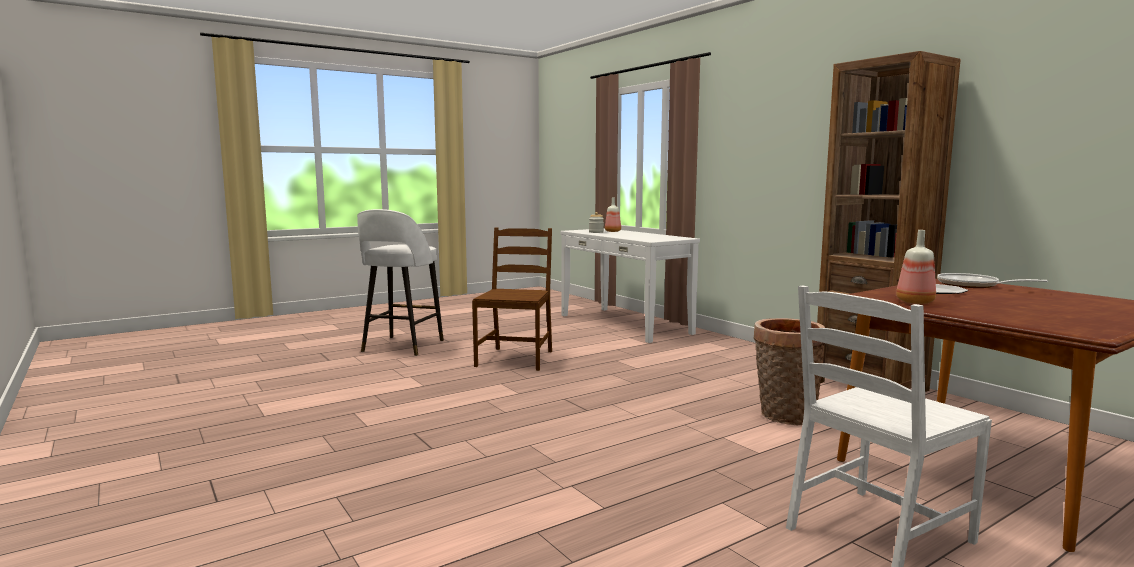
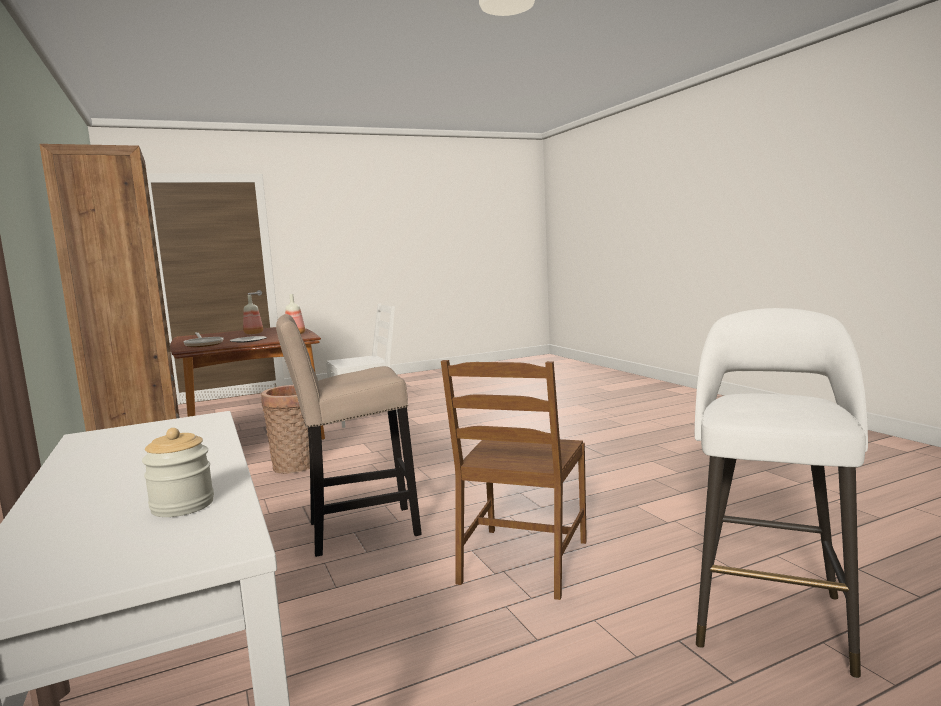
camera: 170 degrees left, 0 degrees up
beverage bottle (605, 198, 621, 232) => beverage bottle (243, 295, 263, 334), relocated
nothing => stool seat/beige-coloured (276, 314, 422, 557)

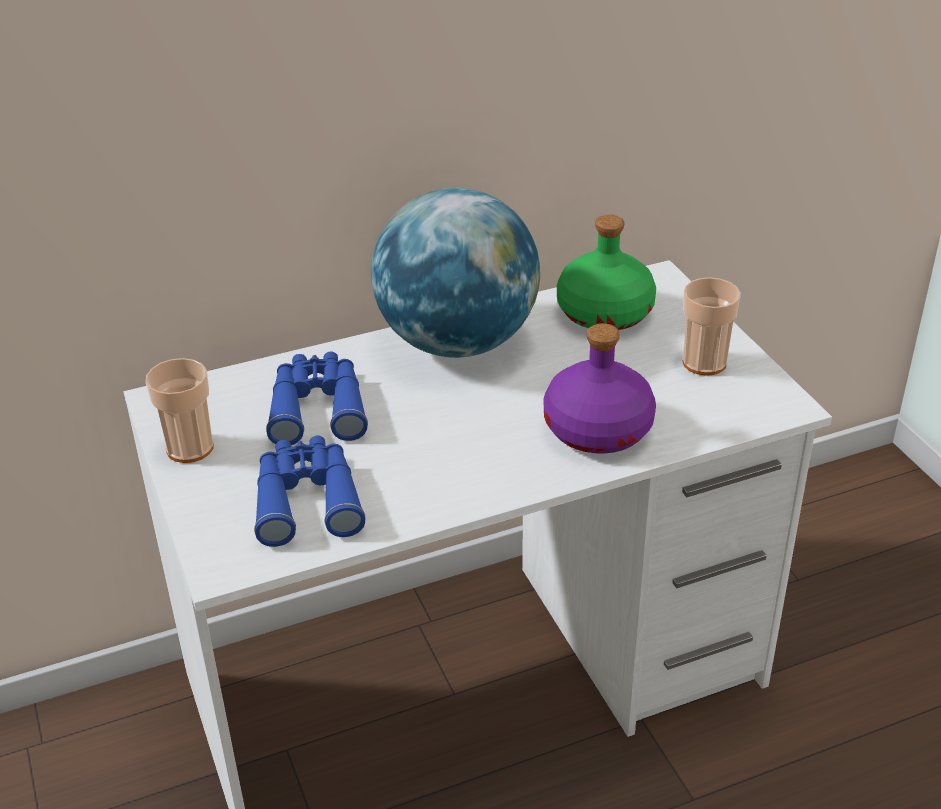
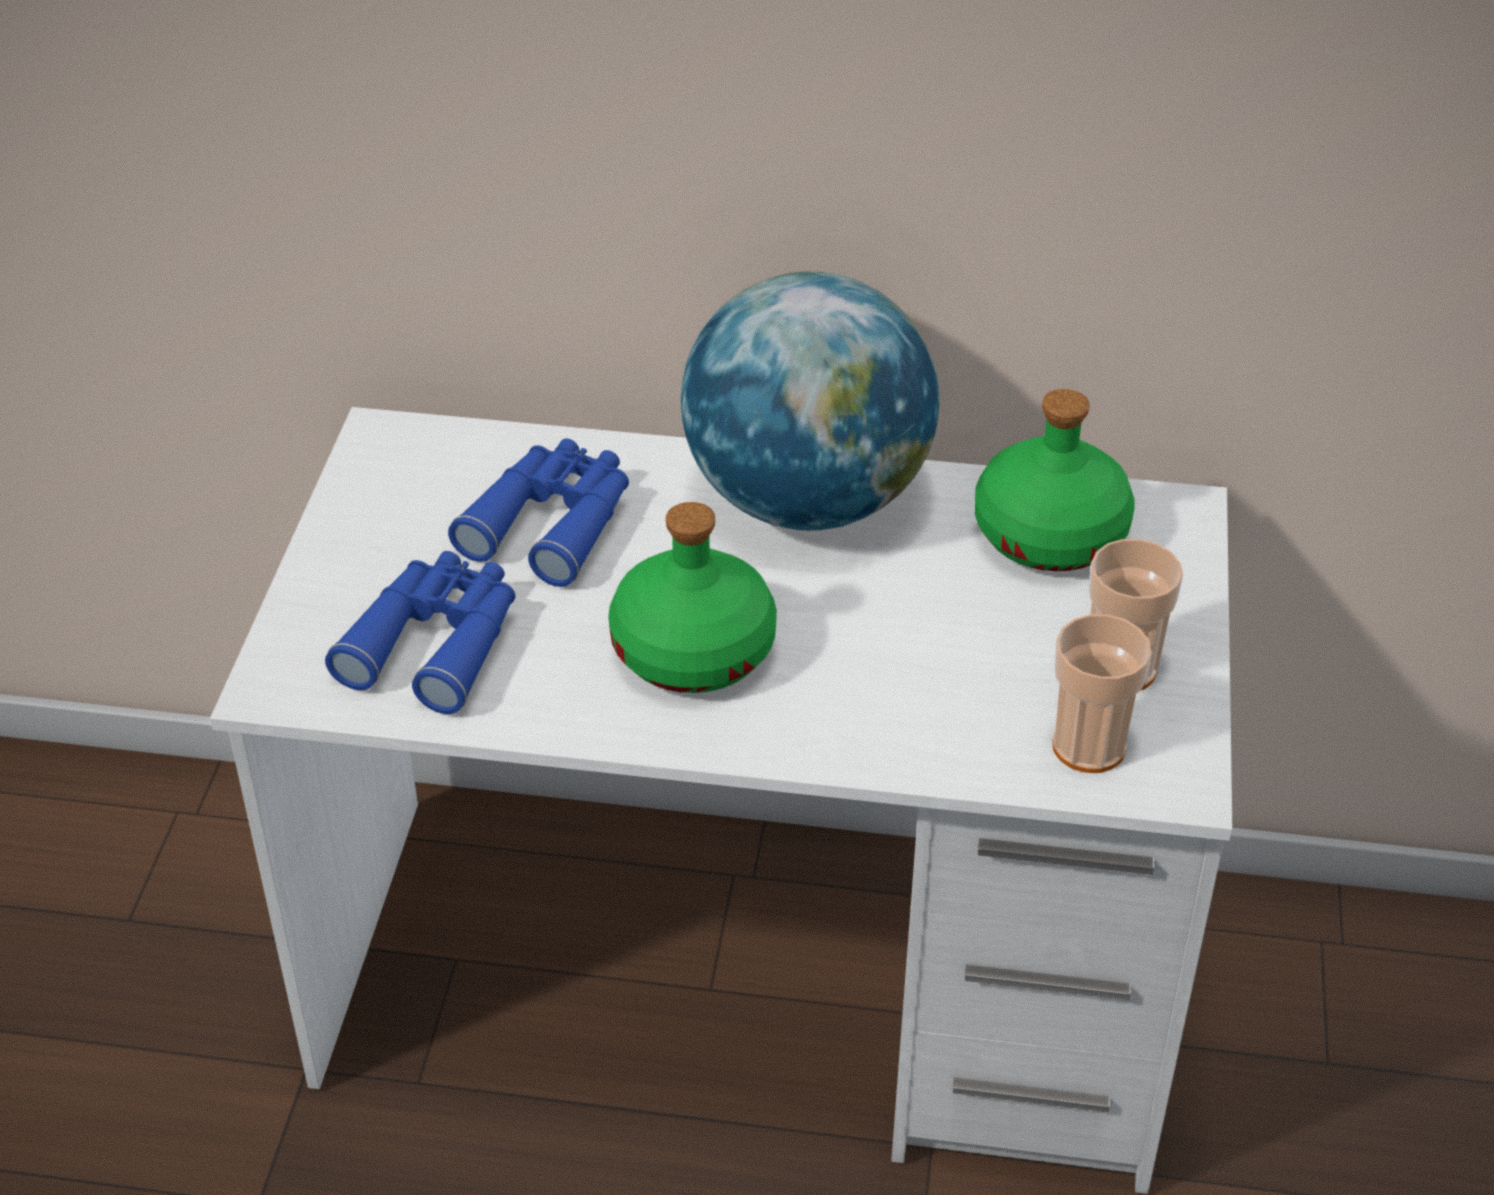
camera: 30 degrees right, 5 degrees up
nothing => beverage bottle/green-coloured (608, 502, 777, 693)
drinking cup (146, 358, 214, 463) => drinking cup (1052, 614, 1152, 773), relocated
beverage bottle/purple-coloured (544, 323, 656, 453) => nothing

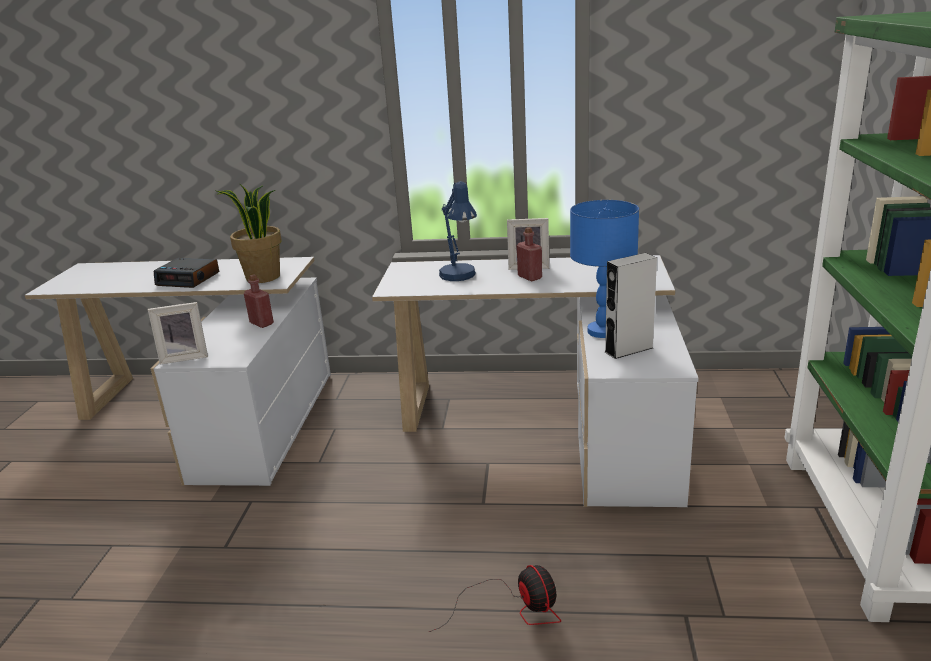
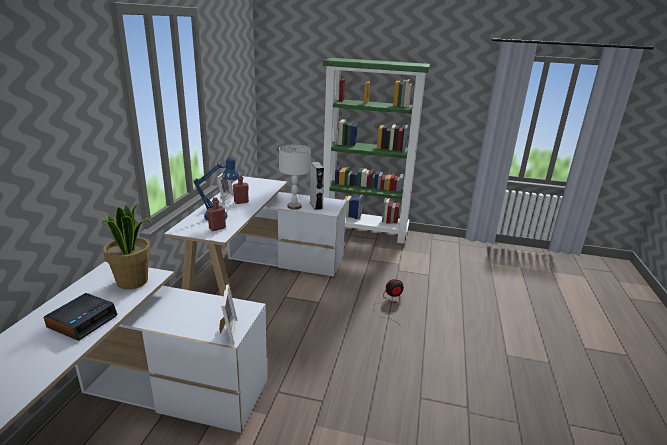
camera: 85 degrees left, 0 degrees up
beverage bottle/red (244, 274, 274, 328) => beverage bottle/red (207, 197, 226, 231), relocated
tabletop lamp/bluish (570, 200, 639, 338) => tabletop lamp/grey (279, 144, 311, 210)

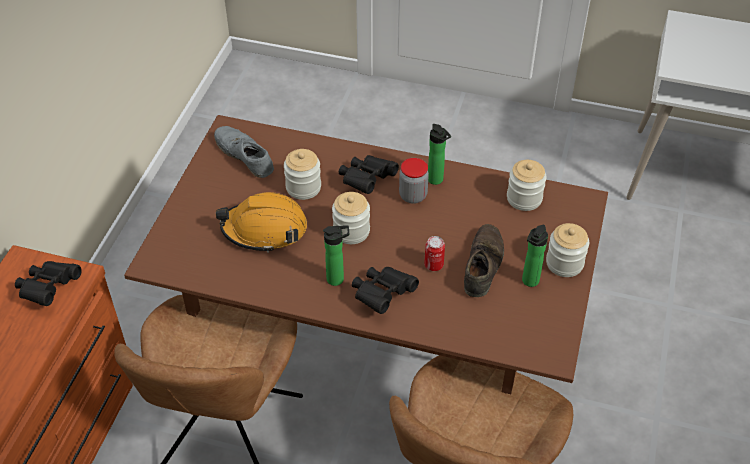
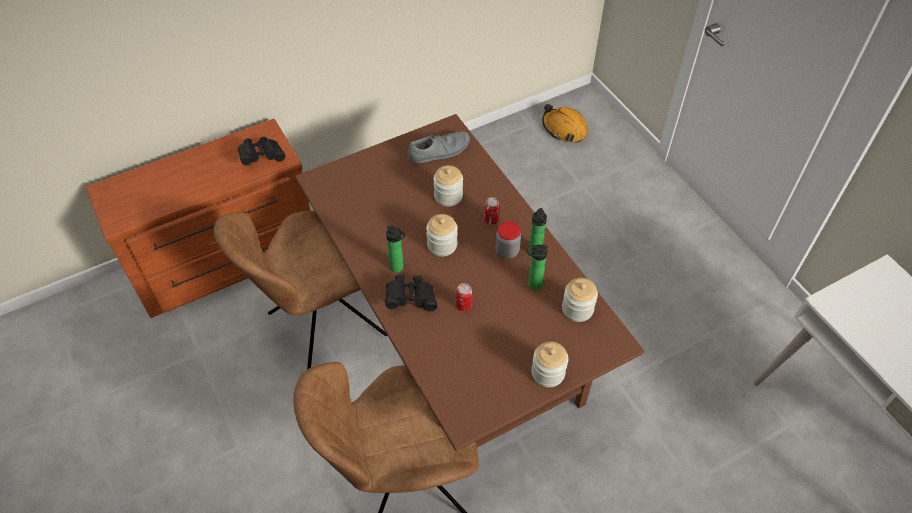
camera: 45 degrees right, 5 degrees up
item of footwear/grey (214, 126, 274, 178) => item of footwear/grey (408, 131, 470, 163), 60 degrees clockwise
field glasses/black-coloured (339, 155, 399, 194) => can (484, 197, 500, 225)
beverage bottle (522, 225, 548, 287) => beverage bottle (526, 244, 548, 290), relocated
hard hat/orangey (216, 192, 307, 253) => hard hat/orangey (542, 104, 588, 143), relocated
item of footwear/brown (464, 224, 504, 297) => nothing

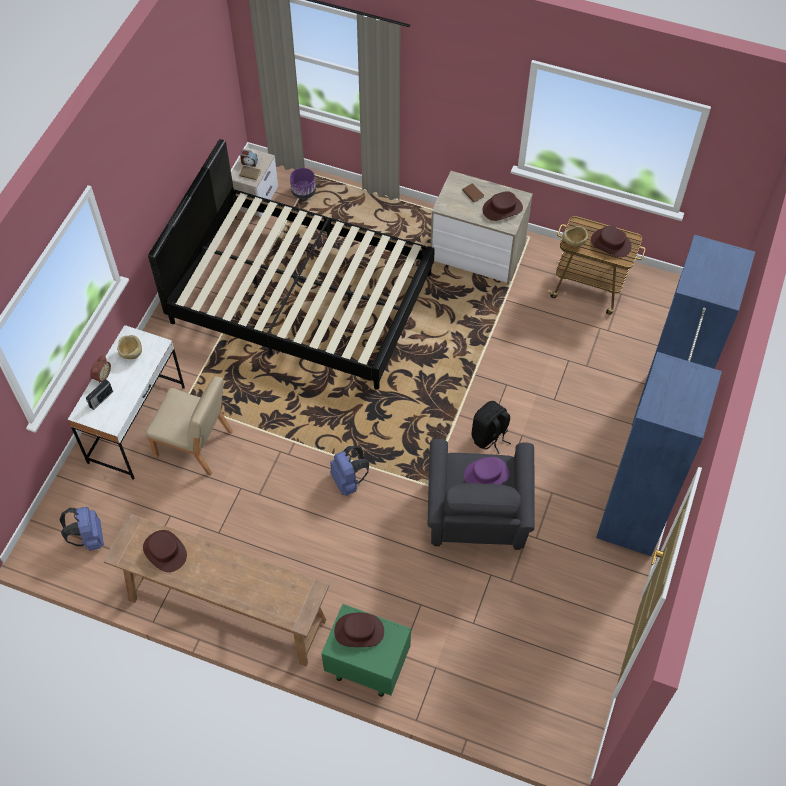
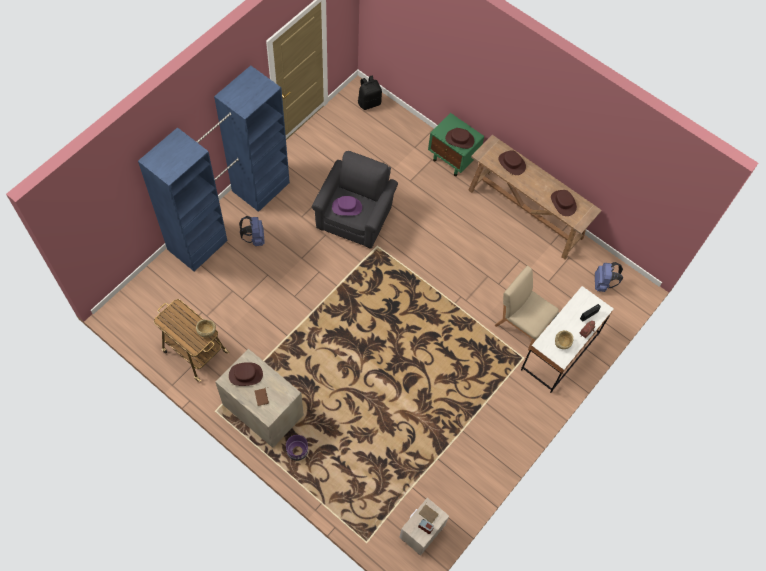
camera: 165 degrees left, 5 degrees up
backpack/bluish (330, 446, 369, 496) => backpack/bluish (239, 216, 265, 246), relocated
planter/purple-coloured (290, 168, 316, 199) => planter/purple-coloured (286, 435, 308, 461), relocated
backpack/black-coloured (471, 401, 511, 454) => backpack/black-coloured (358, 75, 382, 110), relocated
hat/brown (591, 226, 632, 257) => hat/brown (499, 150, 526, 175), relocated
bedroom bed/black-coloured (148, 139, 435, 390) => nothing

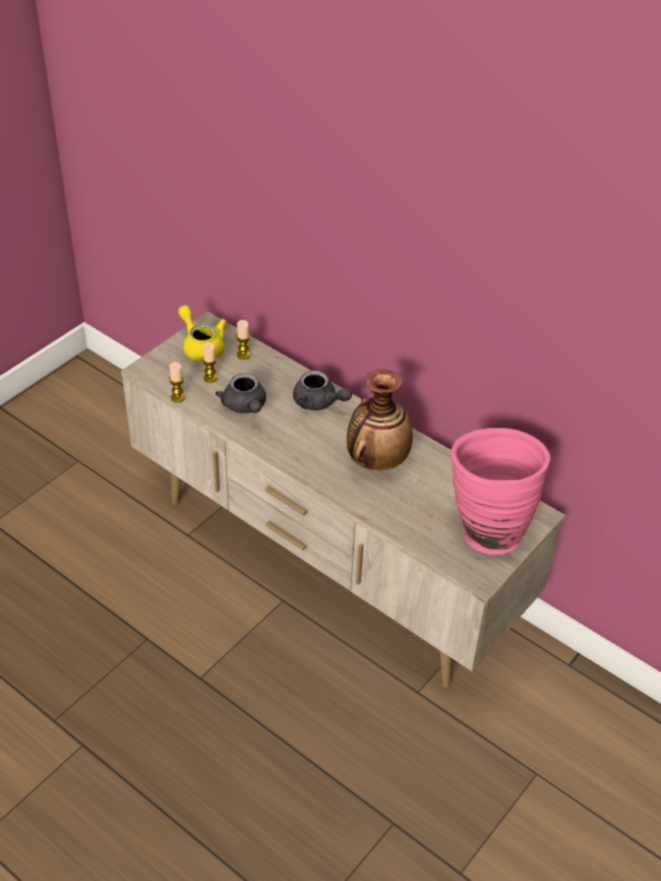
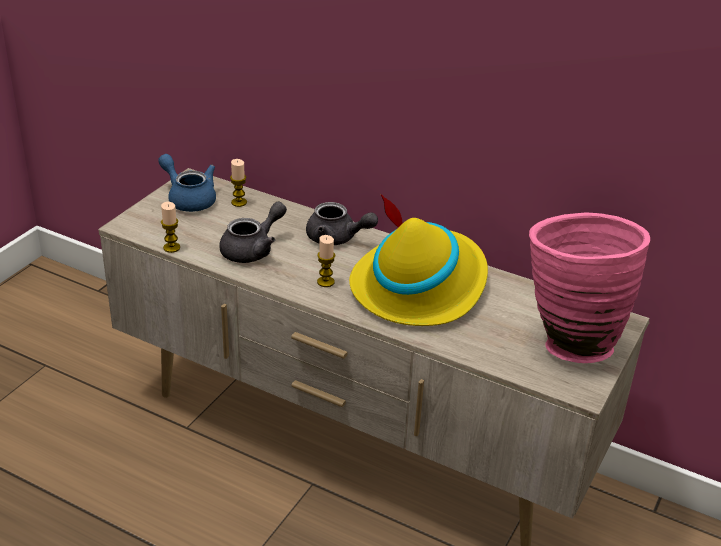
camera: 10 degrees left, 10 degrees down
pot for tea/yellow (178, 305, 226, 362) => pot for tea/bluish (158, 154, 216, 212)
pot for tea/grey (215, 373, 266, 413) => pot for tea/grey (219, 202, 287, 263), 105 degrees counterclockwise
wax light (202, 343, 218, 383) => wax light (317, 235, 335, 287), relocated
decorative vase (347, 369, 413, 470) => hat/yellow (349, 194, 488, 326)

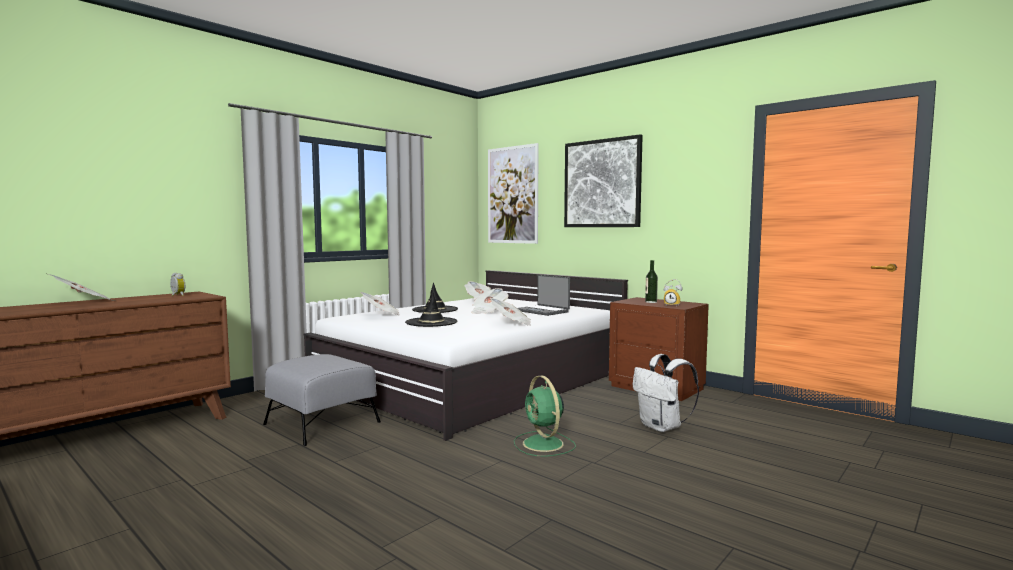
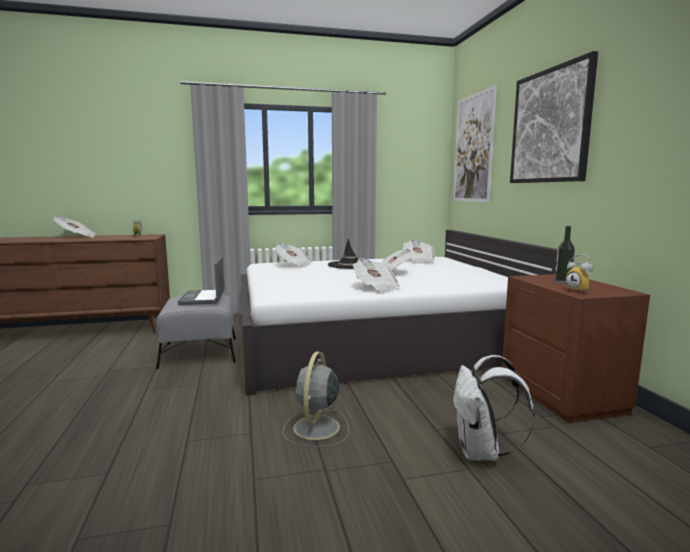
camera: 35 degrees right, 5 degrees up
notebook computer (518, 275, 570, 316) => notebook computer (178, 256, 225, 305), relocated
electric fan/green-coloured (514, 376, 576, 456) => electric fan/grey (283, 352, 349, 447)
hat/black-coloured (405, 291, 458, 327) => nothing

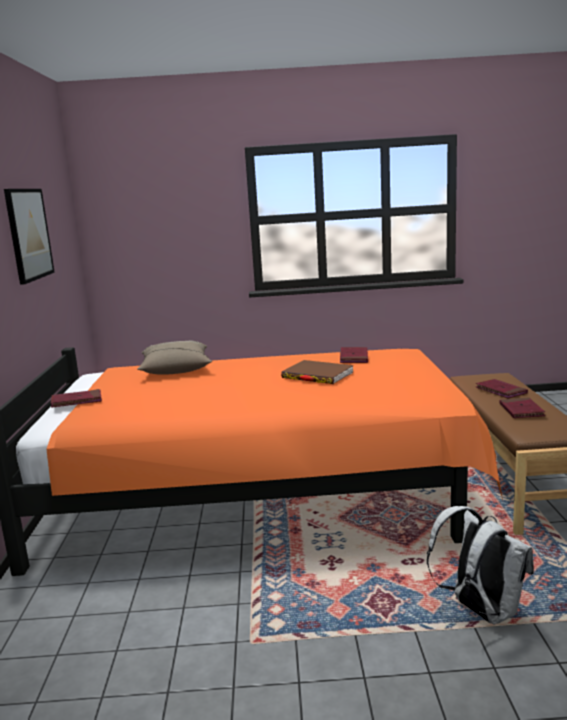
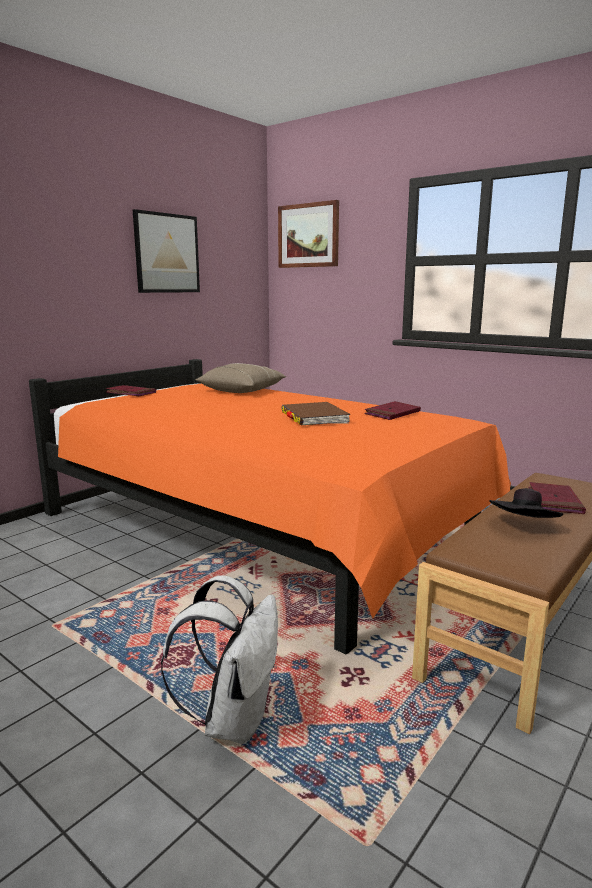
camera: 40 degrees right, 0 degrees up
nothing => wall picture (278, 200, 339, 268)
volume/red (499, 398, 545, 418) => hat/black-coloured (489, 488, 563, 518)

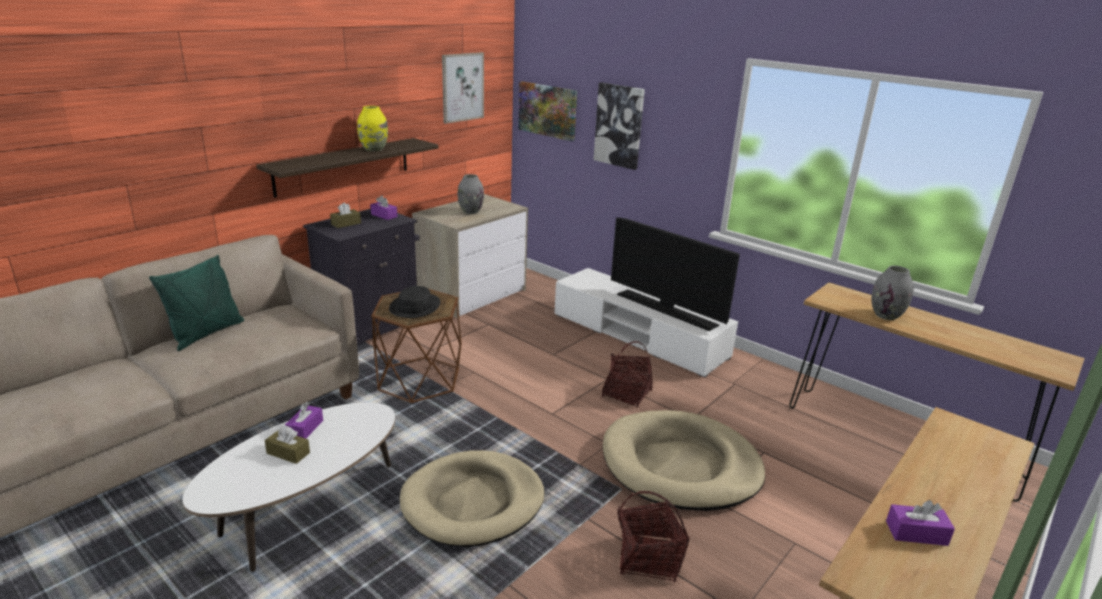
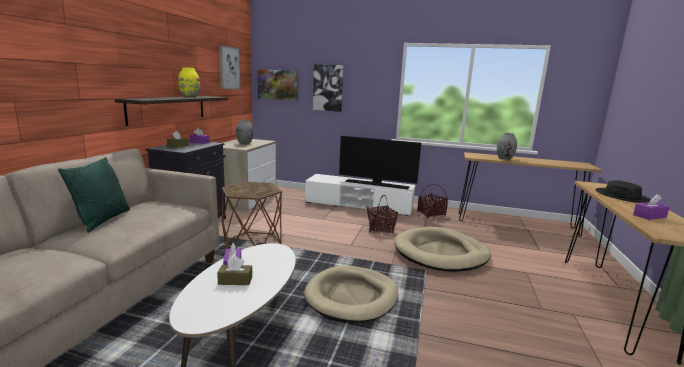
camera: 25 degrees left, 10 degrees down
household basket (617, 491, 690, 582) => household basket (418, 184, 448, 218), relocated
hat/black-coloured (389, 286, 441, 318) => hat/black-coloured (595, 180, 651, 203), relocated

